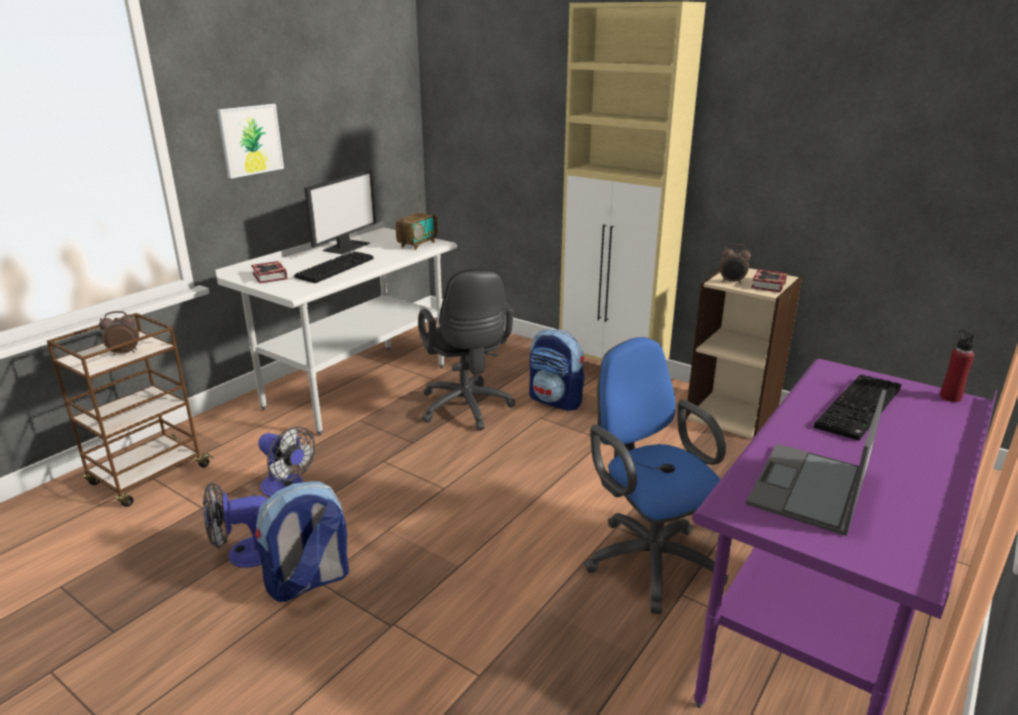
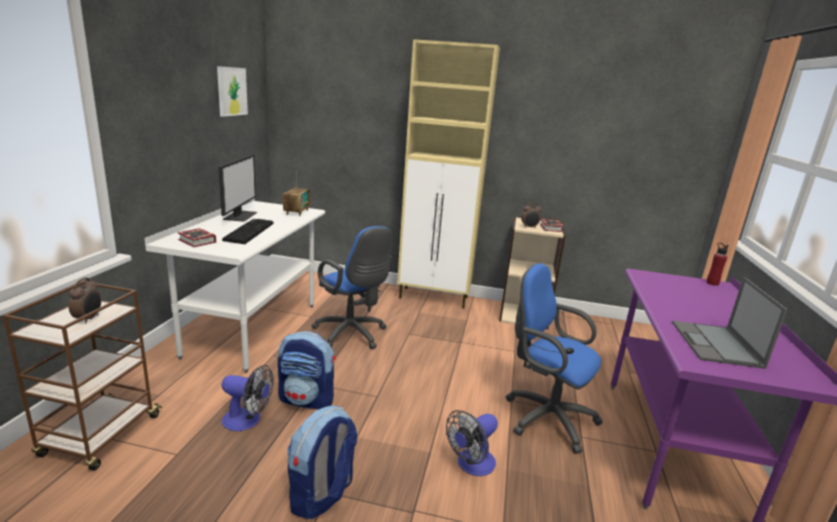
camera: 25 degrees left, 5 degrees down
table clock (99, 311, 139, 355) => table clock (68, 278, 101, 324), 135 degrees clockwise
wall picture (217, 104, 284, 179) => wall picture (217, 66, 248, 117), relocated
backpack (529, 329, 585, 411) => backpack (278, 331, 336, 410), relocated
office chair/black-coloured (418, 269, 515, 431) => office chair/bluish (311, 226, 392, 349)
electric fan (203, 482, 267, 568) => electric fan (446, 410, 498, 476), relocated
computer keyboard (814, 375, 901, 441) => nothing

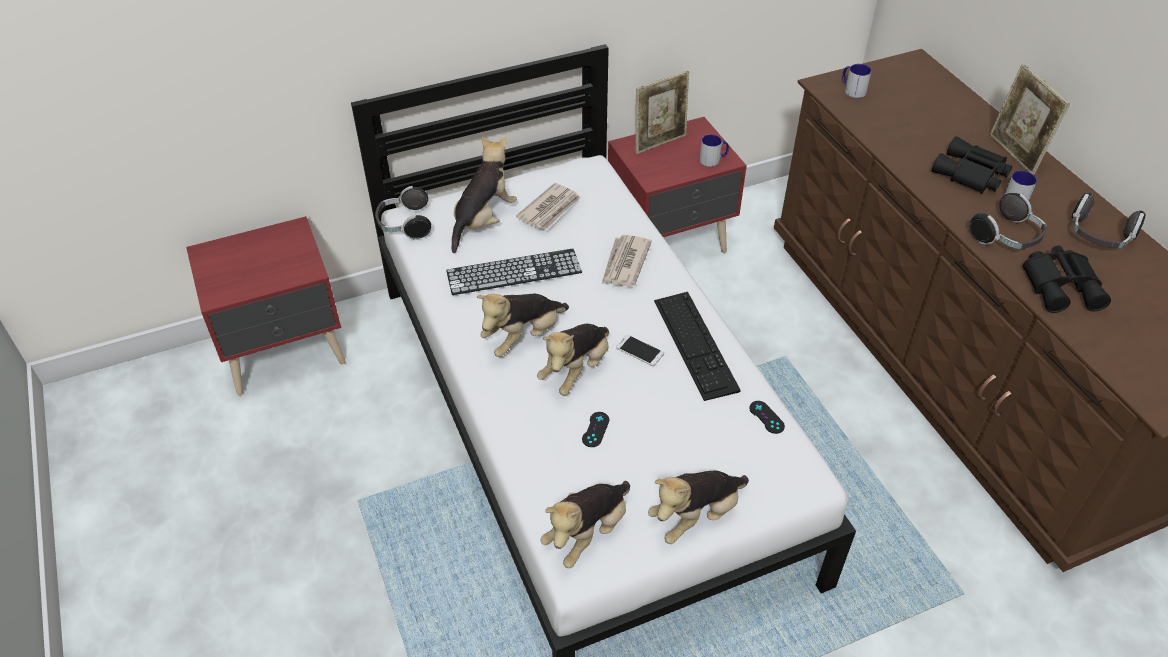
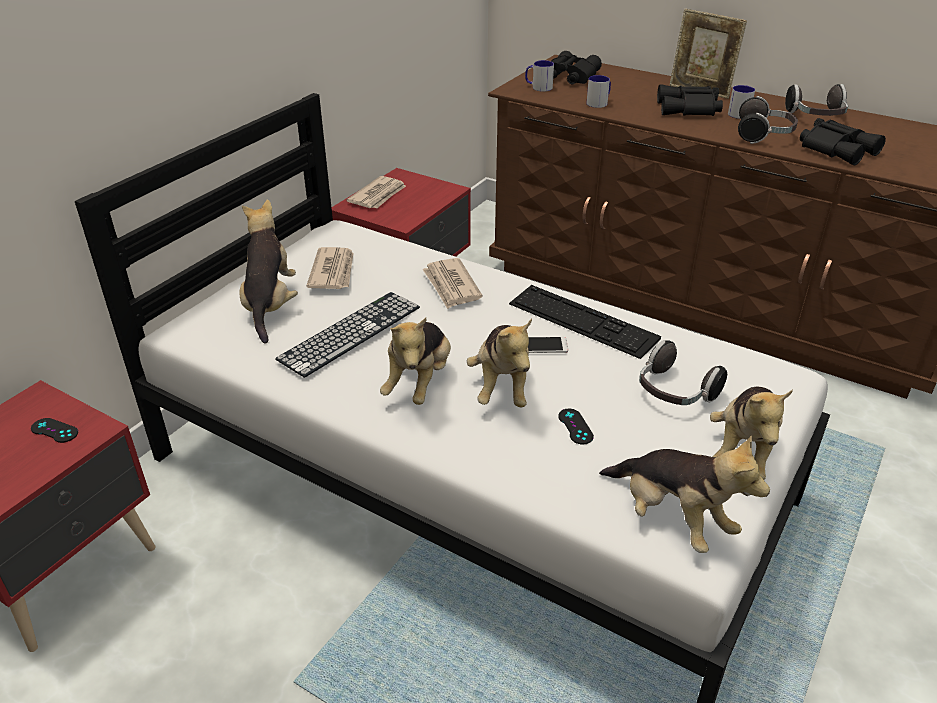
camera: 35 degrees left, 10 degrees down
joypad/black-coloured (749, 401, 785, 434) => joypad/black-coloured (31, 418, 78, 443), relocated
photo frame (636, 71, 689, 154) => daily paper (346, 176, 406, 208)
nothing => field glasses/black-coloured (551, 51, 602, 84)
coffee mug (700, 135, 729, 167) => coffee mug (587, 75, 611, 108), relocated
cuddly toy (541, 481, 630, 568) => cuddly toy (599, 435, 770, 553), 45 degrees counterclockwise
headphones (375, 186, 431, 240) => headphones (639, 340, 727, 405), relocated

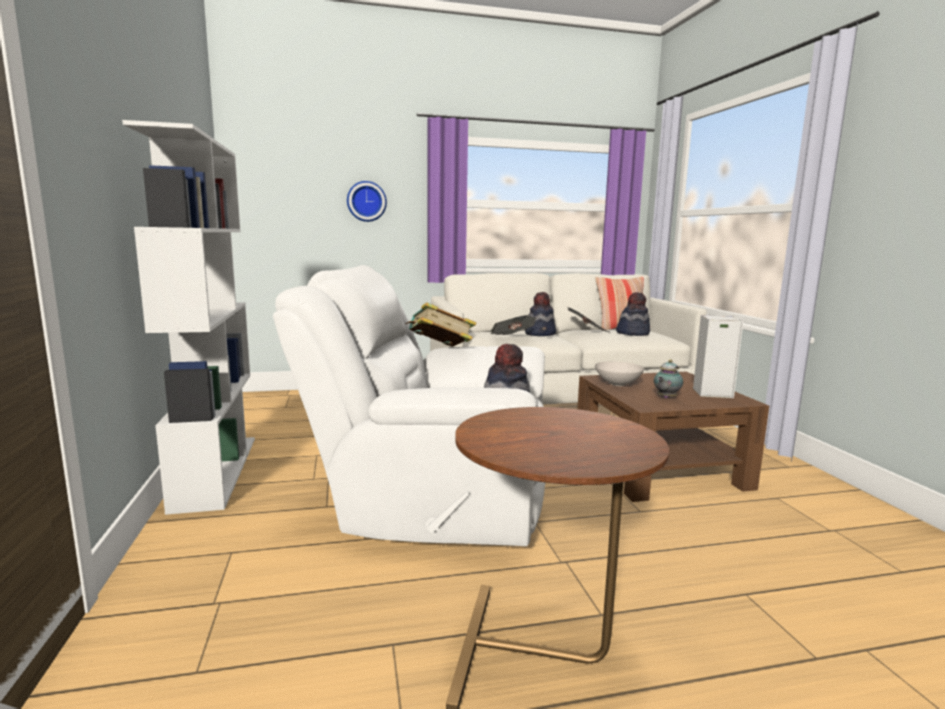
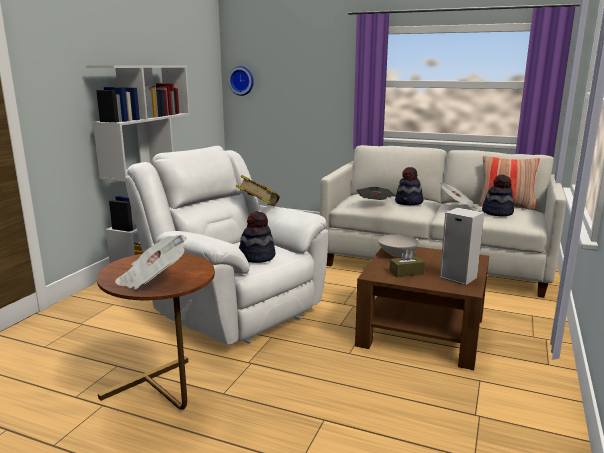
camera: 35 degrees right, 5 degrees up
nothing => daily paper (115, 235, 187, 289)
clock on the wall (347, 181, 387, 222) => clock on the wall (228, 66, 254, 96), relocated
pot for tea (654, 359, 683, 399) => box of tissues/brown (389, 249, 425, 277)

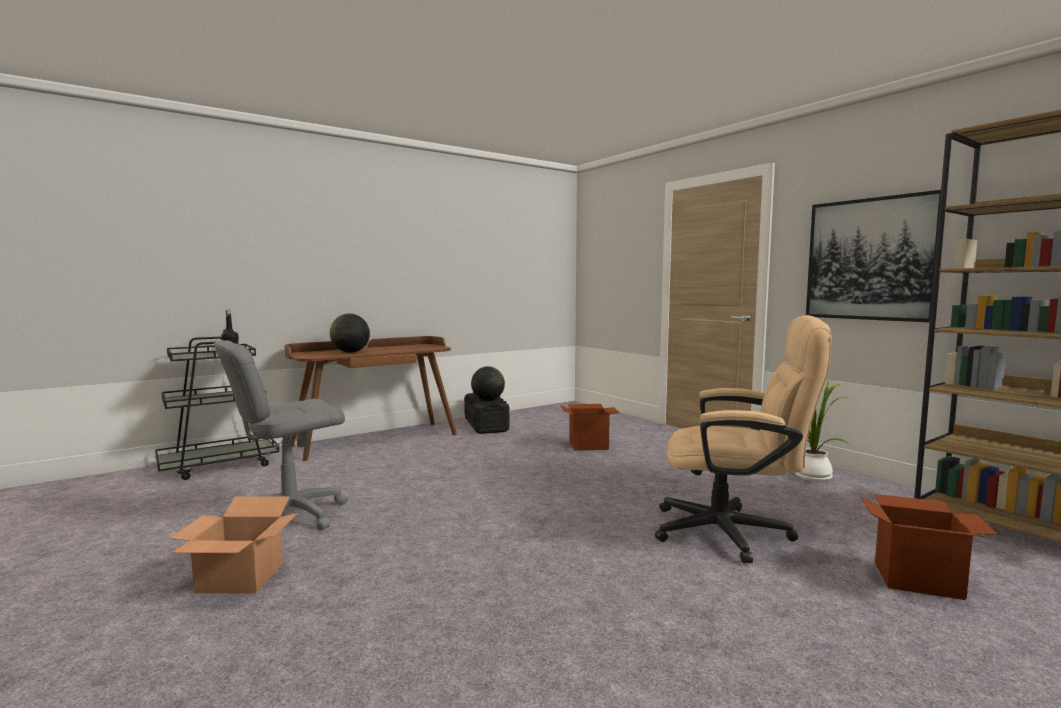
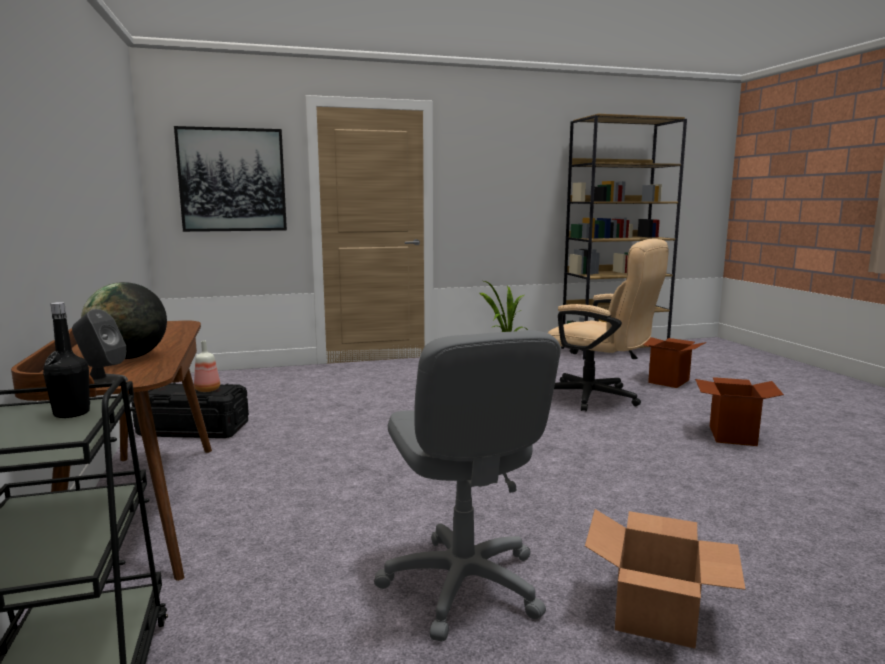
camera: 70 degrees left, 5 degrees up
nothing => audio speaker/grey (72, 309, 128, 384)
wall picture (806, 190, 941, 322) => wall picture (174, 126, 287, 232), relocated
desk globe (471, 366, 505, 401) => beverage bottle (194, 341, 220, 392)
office chair/beige-coloured (655, 315, 832, 563) => office chair/beige-coloured (548, 238, 669, 412), 90 degrees clockwise
carton (560, 404, 620, 451) => carton (695, 377, 784, 446), relocated

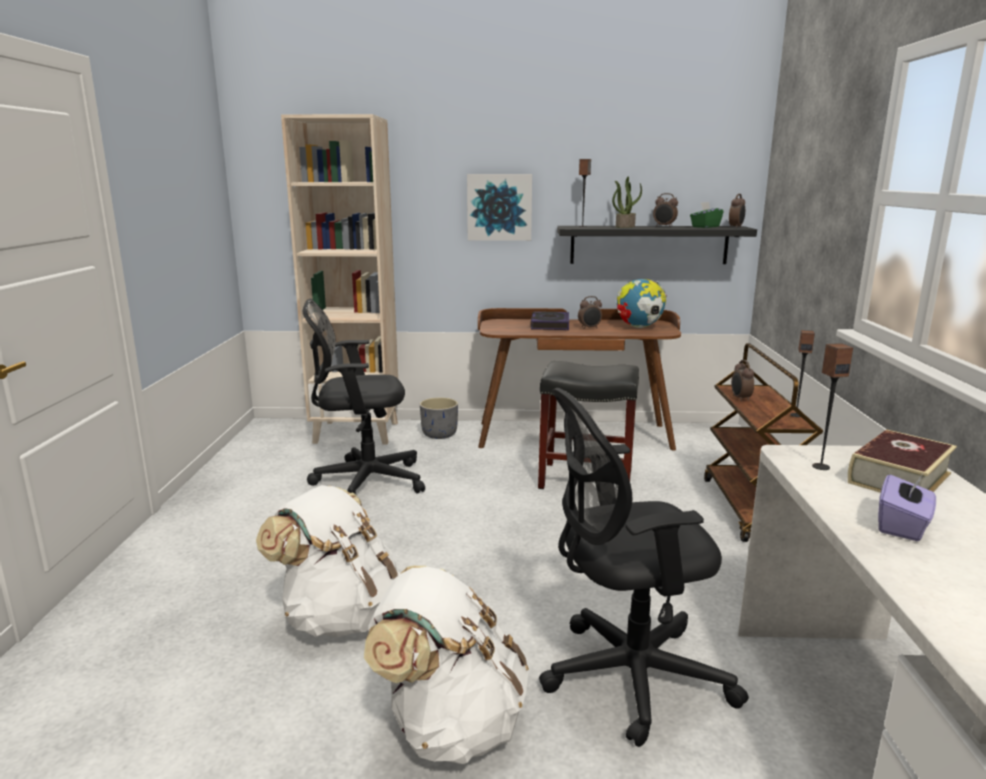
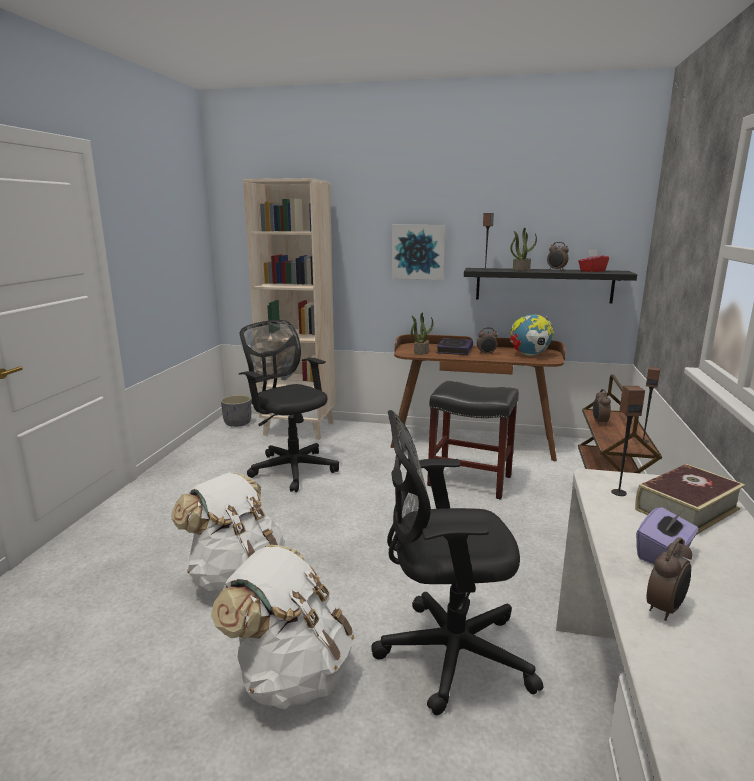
camera: 10 degrees right, 0 degrees up
planter/grey (420, 397, 458, 439) => planter/grey (221, 395, 251, 427), relocated
office chair/black-coloured (303, 299, 425, 495) => office chair/black-coloured (239, 320, 339, 492), 45 degrees clockwise
nothing => houseplant (411, 312, 433, 355)
box of tissues/green-coloured (690, 202, 724, 228) => box of tissues/red (578, 250, 609, 272)
table clock (729, 194, 745, 228) => table clock (646, 537, 692, 621), relocated

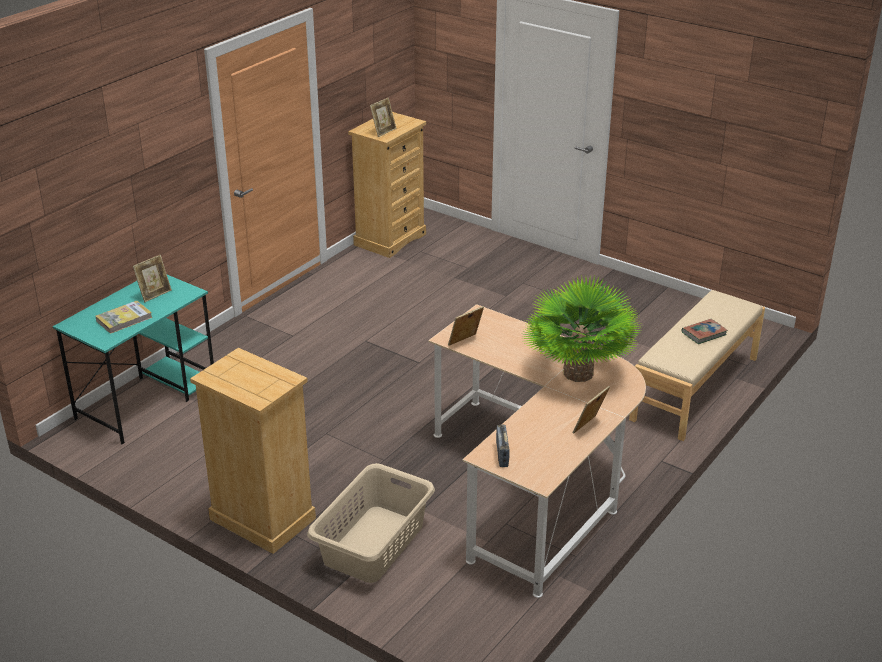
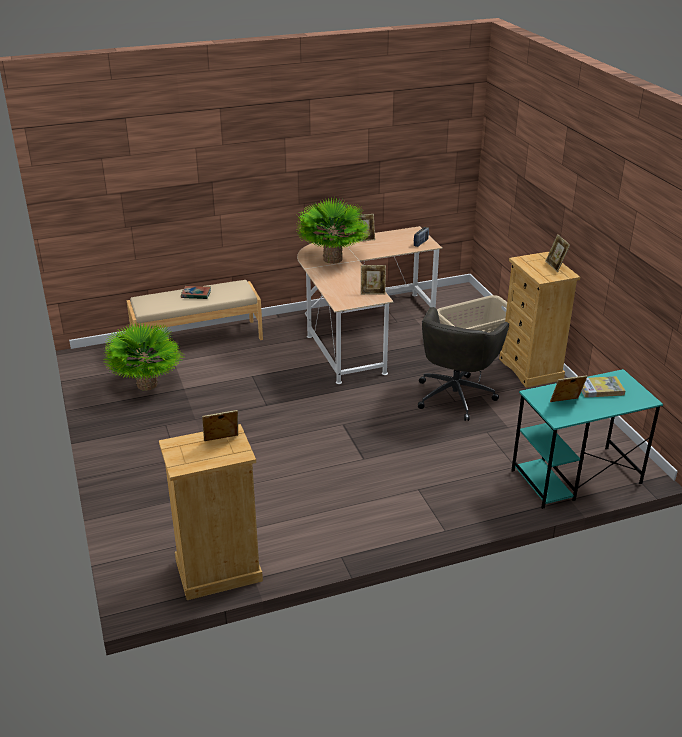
camera: 145 degrees left, 0 degrees up
nothing => houseplant (103, 324, 185, 391)
nothing => office chair/grey (418, 307, 509, 421)
nothing => photo frame (546, 234, 570, 272)

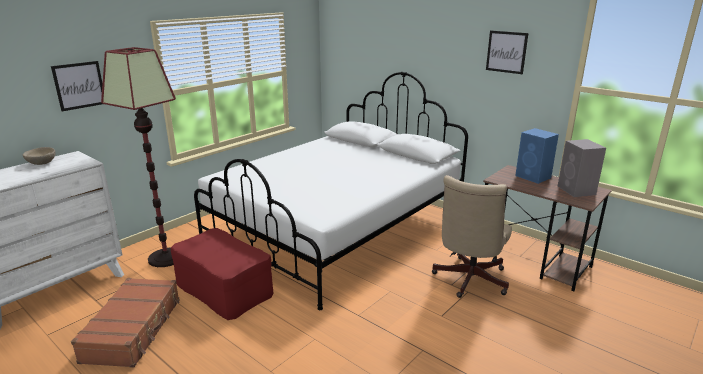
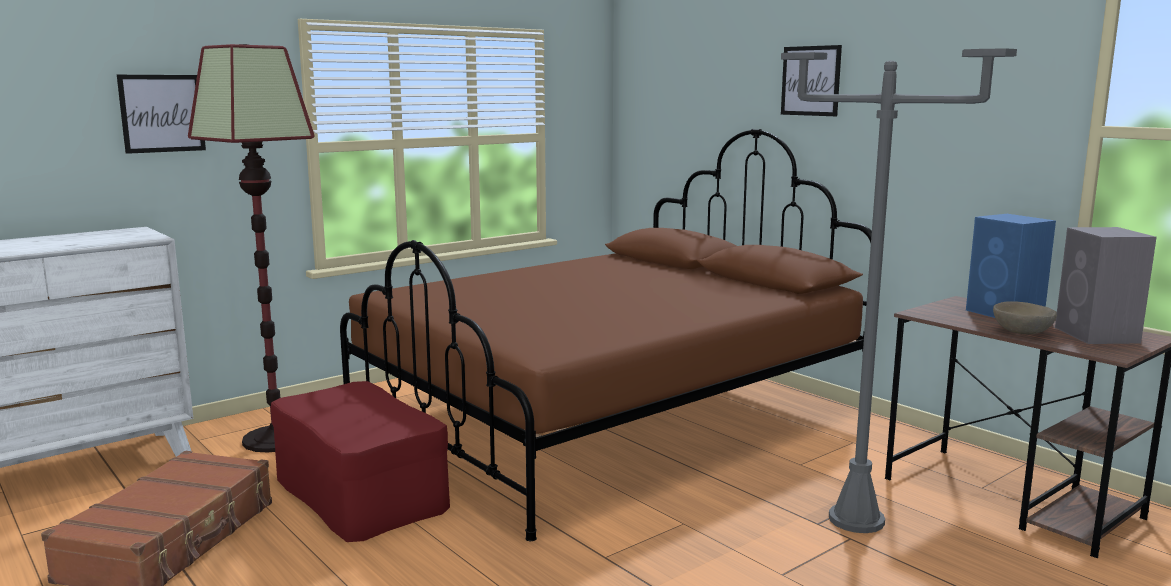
camera: 10 degrees right, 10 degrees down
bedroom bed/whitish (194, 72, 468, 310) => bedroom bed/brown (340, 129, 872, 541)
wall picture (486, 31, 528, 74) => wall picture (781, 45, 842, 116), relocated
office chair/beige-coloured (432, 175, 512, 298) => standing lamp/grey (781, 49, 1017, 533)
bowl/beige-coloured (23, 147, 56, 165) => bowl/beige-coloured (993, 301, 1057, 334), relocated

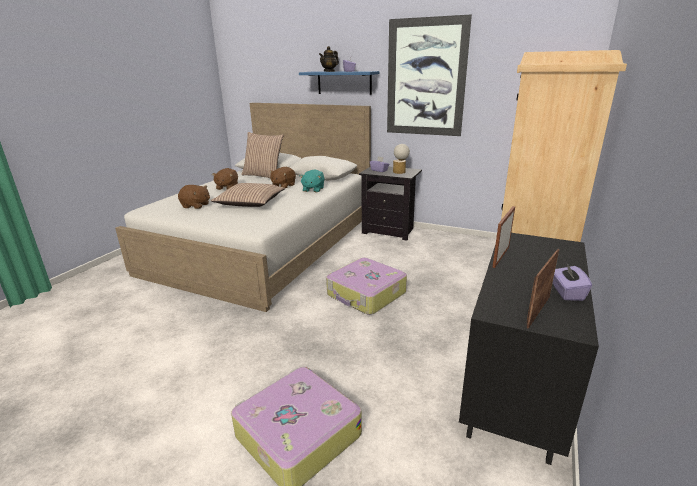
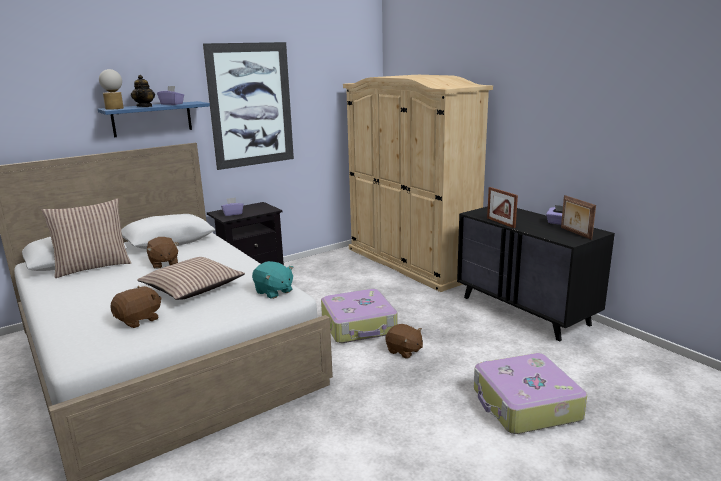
camera: 60 degrees left, 5 degrees down
tabletop lamp (393, 144, 410, 174) => tabletop lamp (99, 69, 124, 110), relocated
cuddly toy/blue-green (300, 169, 325, 192) => cuddly toy/blue-green (252, 261, 293, 299), relocated
cuddly toy/brown (212, 168, 238, 190) => cuddly toy/brown (386, 324, 423, 359), relocated

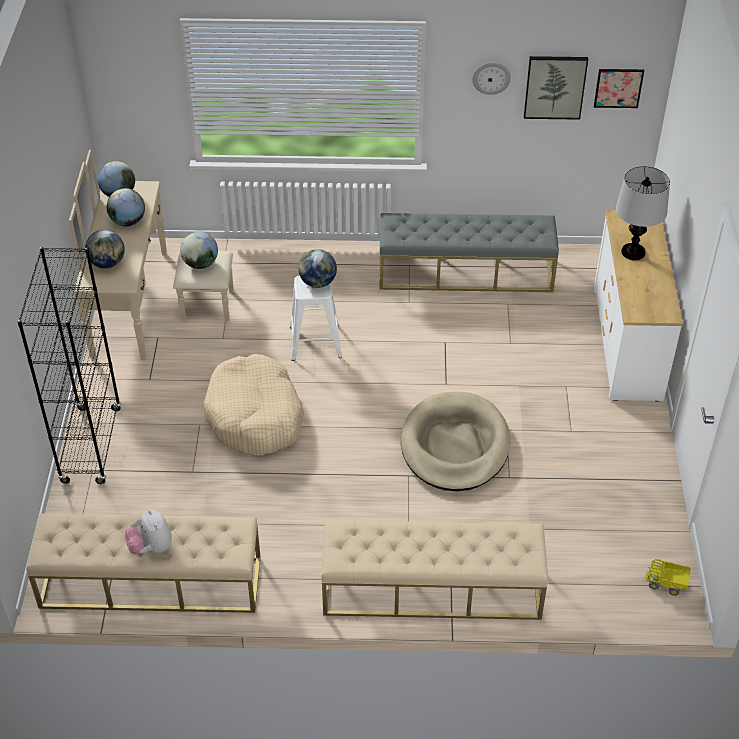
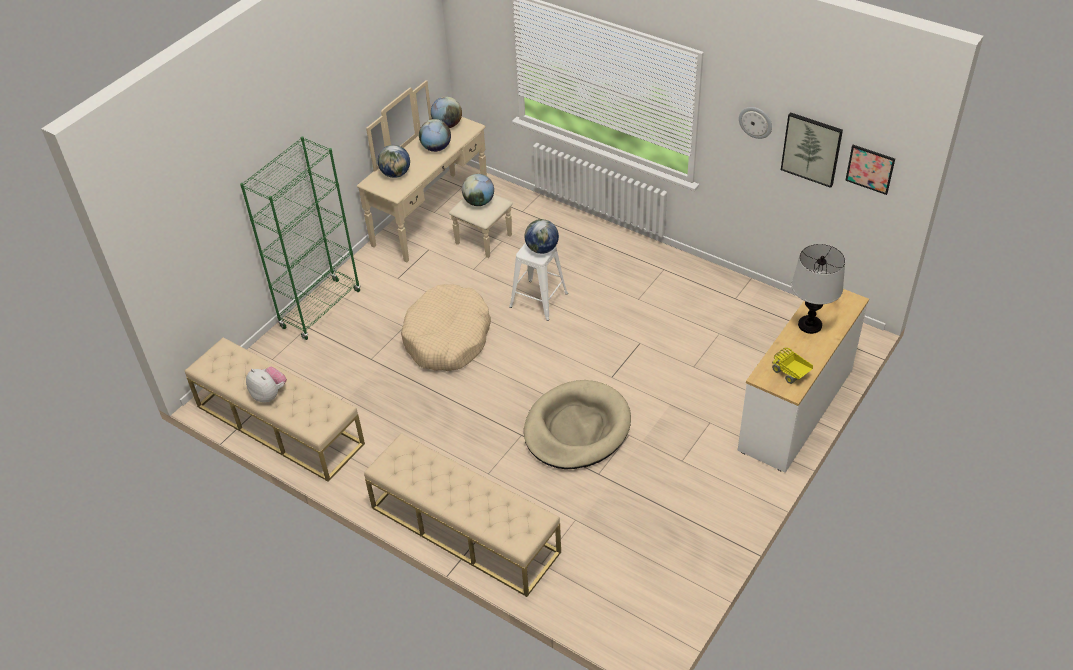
camera: 35 degrees right, 0 degrees up
bookshelf/black-coloured (17, 247, 121, 484) => bookshelf/green-coloured (240, 136, 360, 340)
cuddly toy (125, 510, 172, 554) => cuddly toy (246, 367, 287, 402), 120 degrees clockwise
model truck (645, 559, 690, 596) => model truck (772, 348, 813, 384), relocated
long seat/grey (380, 213, 559, 292) => nothing

